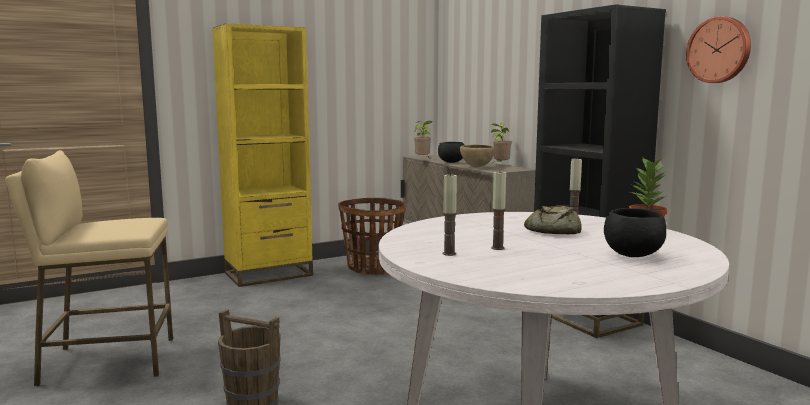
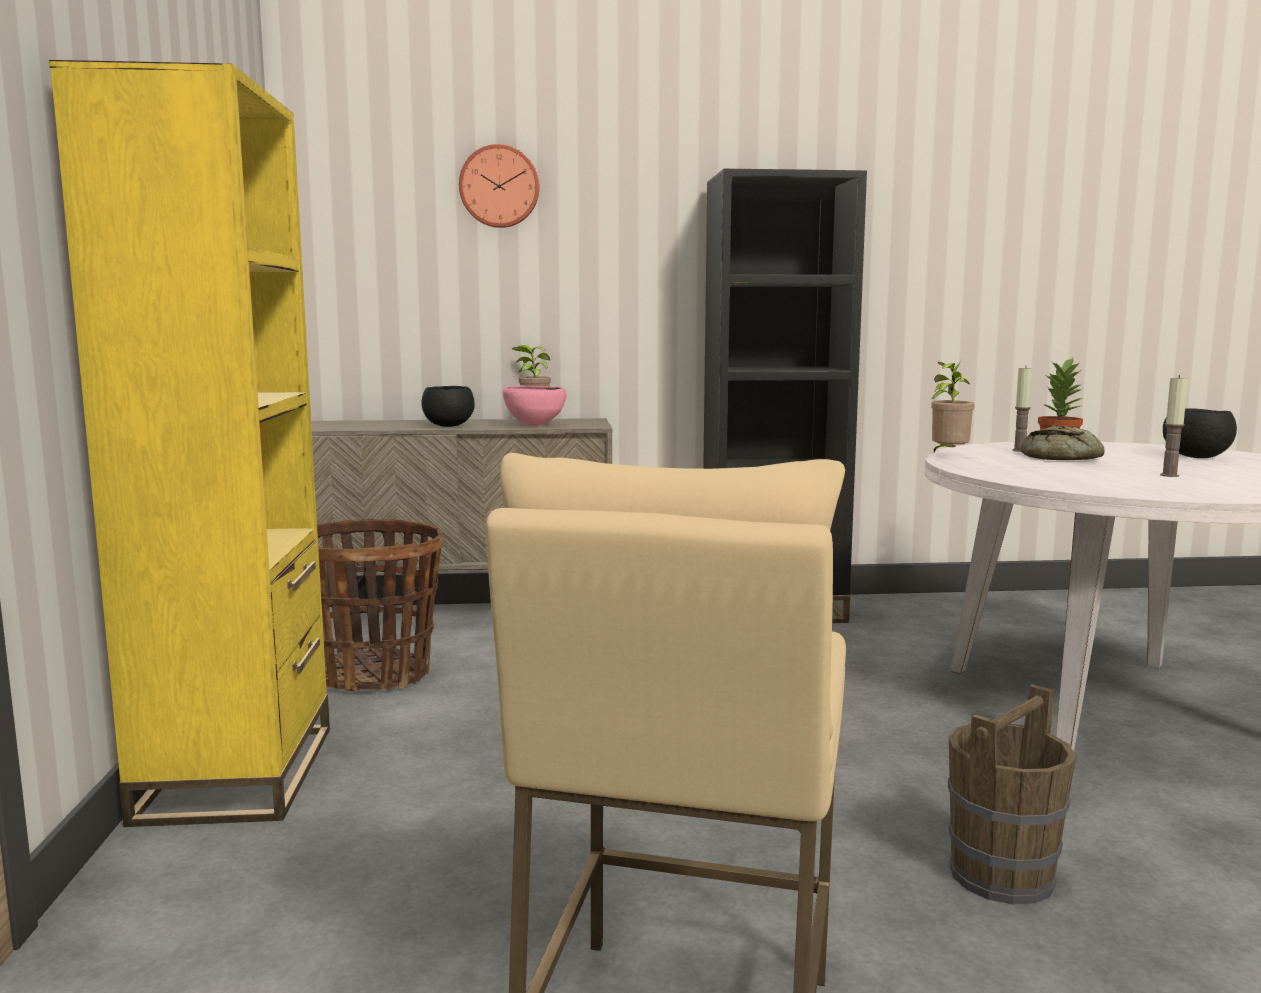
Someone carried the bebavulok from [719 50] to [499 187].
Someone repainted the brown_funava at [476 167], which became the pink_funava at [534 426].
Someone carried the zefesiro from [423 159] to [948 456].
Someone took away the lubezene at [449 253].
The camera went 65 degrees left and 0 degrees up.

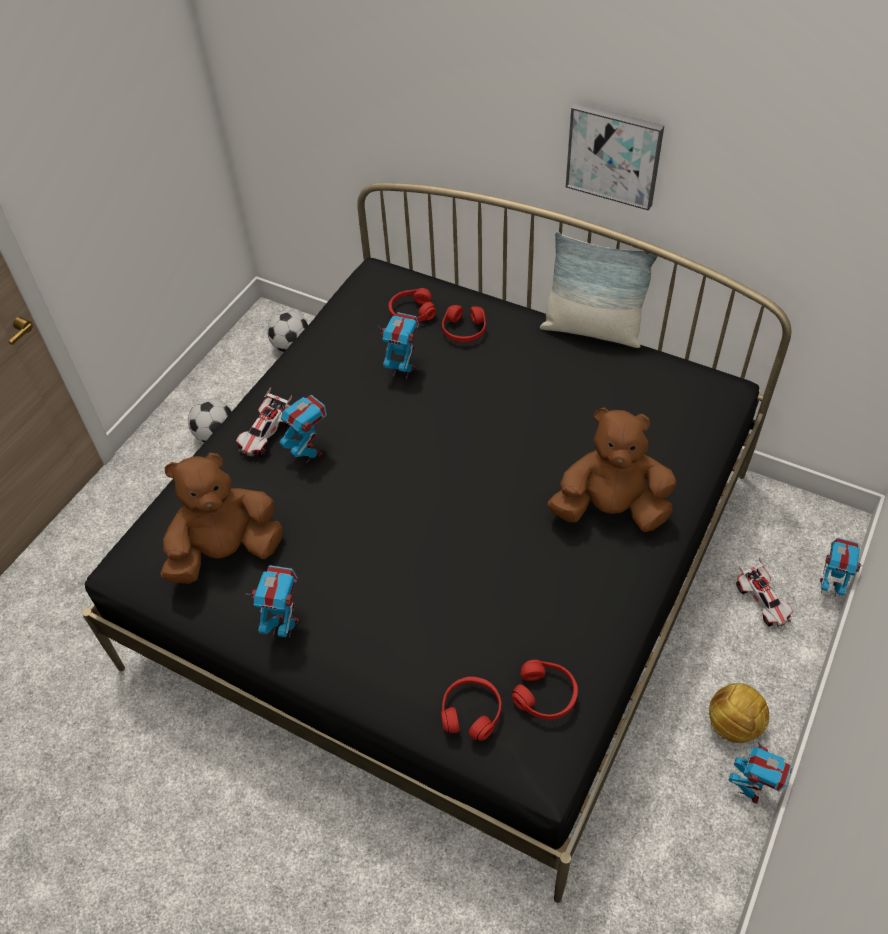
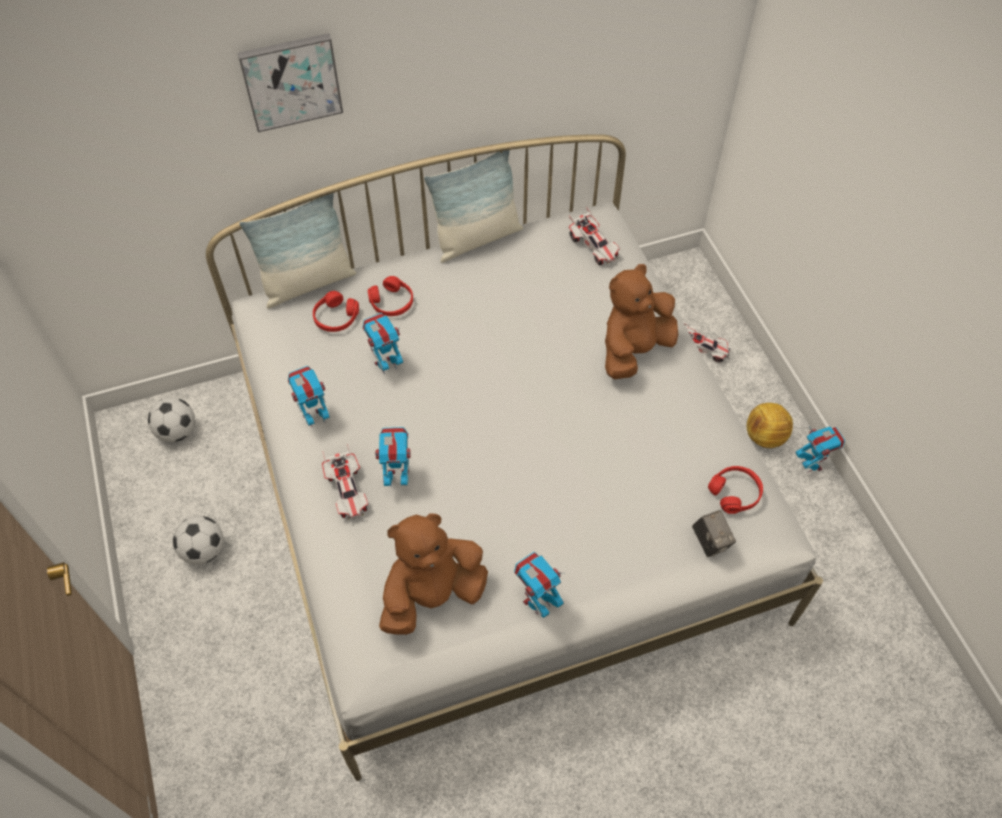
Someone repainted the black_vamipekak at [450 566], which became the white_vamipekak at [501 490].
Someone carried the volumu from [614 155] to [291 81].
Someone put down the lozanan at [308 283].
Someone carried the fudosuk from [829 587] to [315 418].
Someone rotated the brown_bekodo at [226 552] by 45 degrees clockwise.
Someone put down the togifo at [593 247].
Someone swapped the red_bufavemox at [471 712] for the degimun at [710 542].
The camera went 50 degrees left and 5 degrees up.

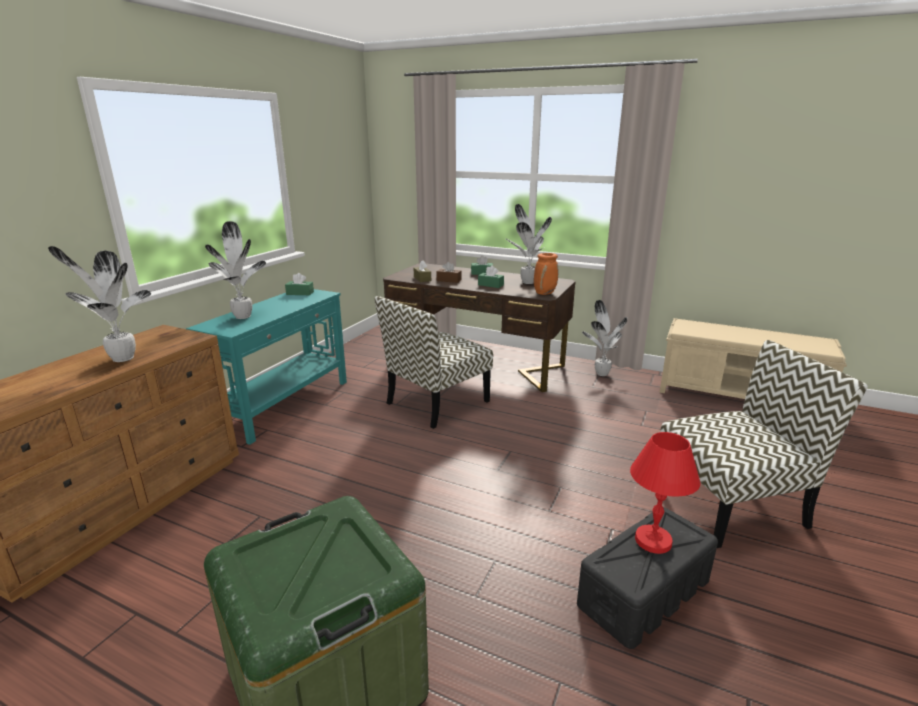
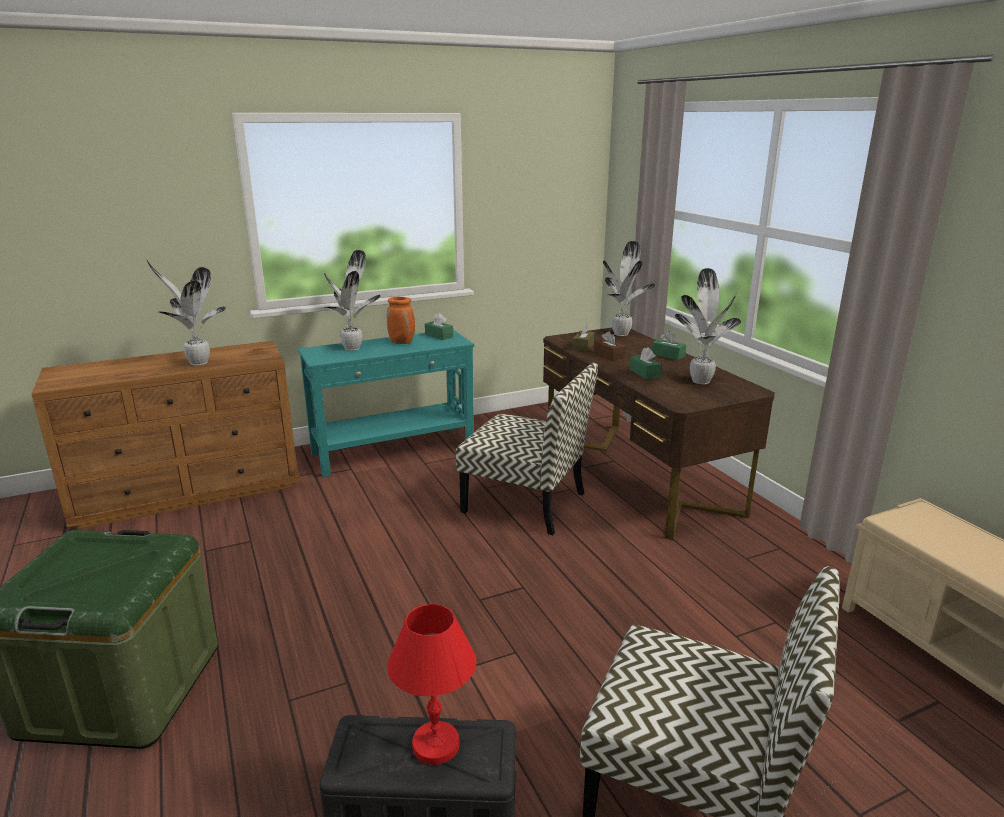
Someone carried the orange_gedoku from [545 293] to [402 342].
Someone rotated the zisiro at [437 403] by 150 degrees counterclockwise.
Someone carried the zefesiro from [601 373] to [621 333].
The camera went 40 degrees right and 0 degrees up.

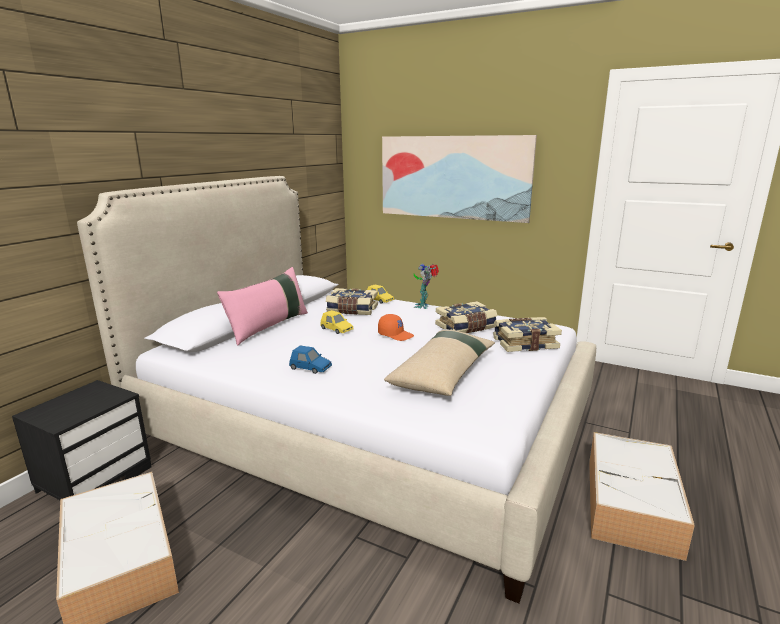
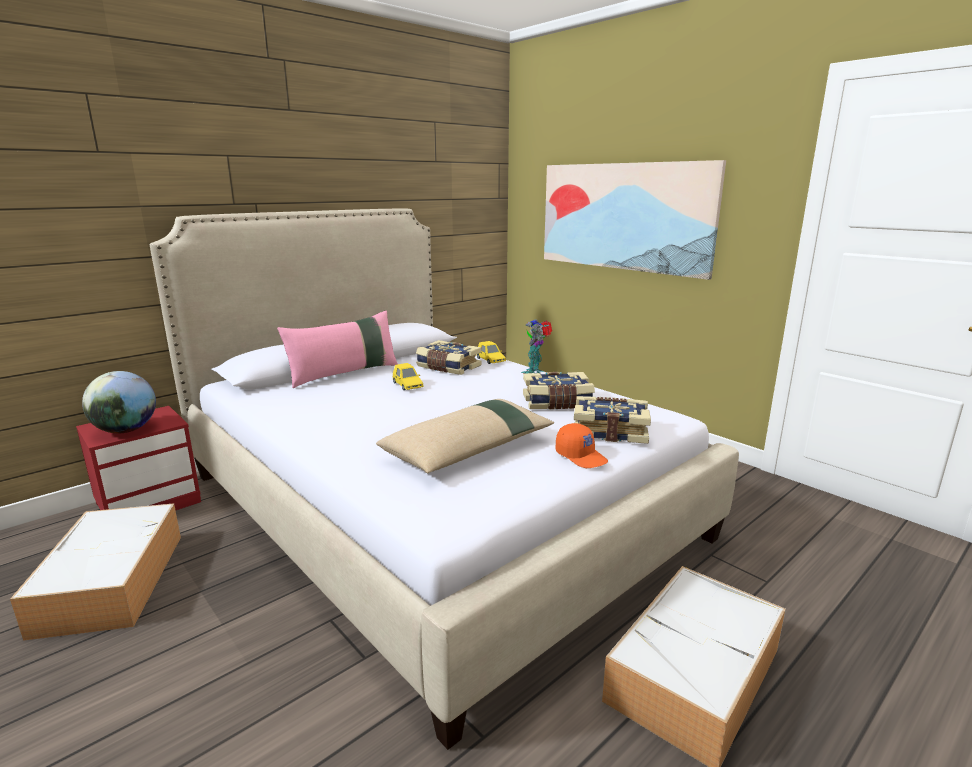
Someone repainted the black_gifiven at [95 478], which became the red_gifiven at [150 502].
Someone put down the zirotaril at [126 430].
Someone carried the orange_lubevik from [395 335] to [581 456].
Someone took away the blue_togifo at [310 368].
The camera went 20 degrees right and 0 degrees up.

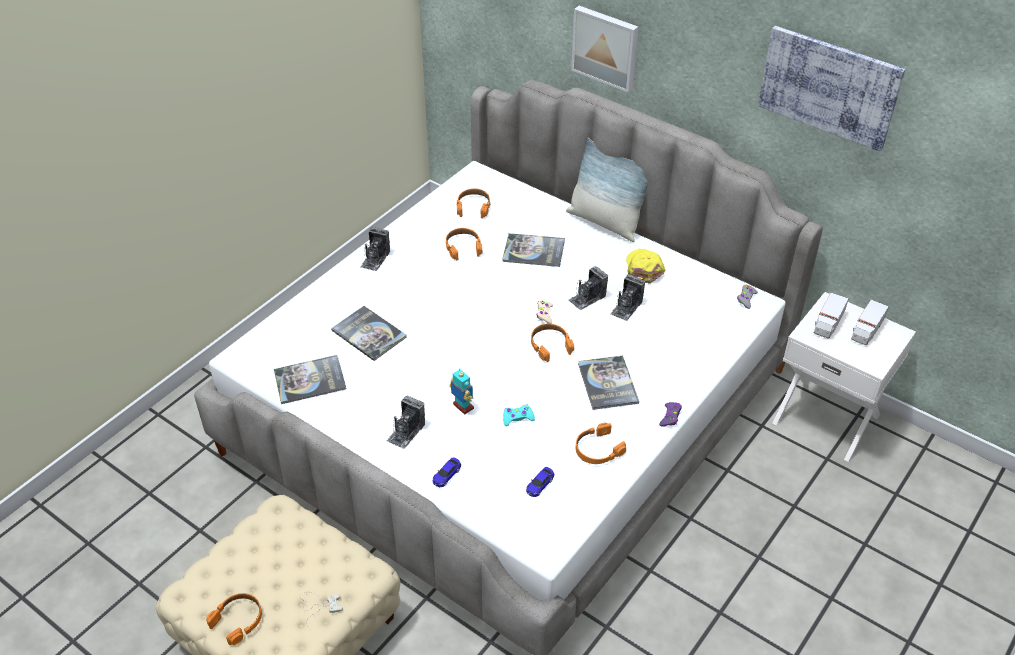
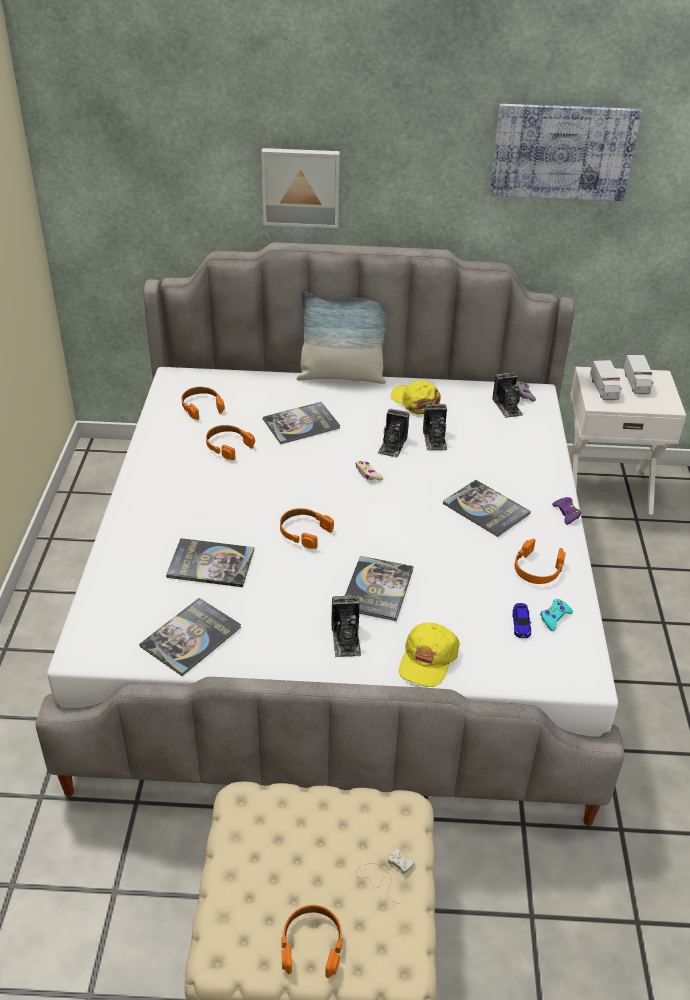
Someone carried the orange_bufavemox from [550 345] to [304 532].
Someone swapped the fudosuk at [463 407] for the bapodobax at [377 589].
Someone swapped the togifo at [446 475] for the yellow_lubevik at [427 659].
Someone carried the degimun from [375 259] to [507 407].
Someone carried the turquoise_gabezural from [517 418] to [554 618].
The camera went 35 degrees left and 5 degrees down.

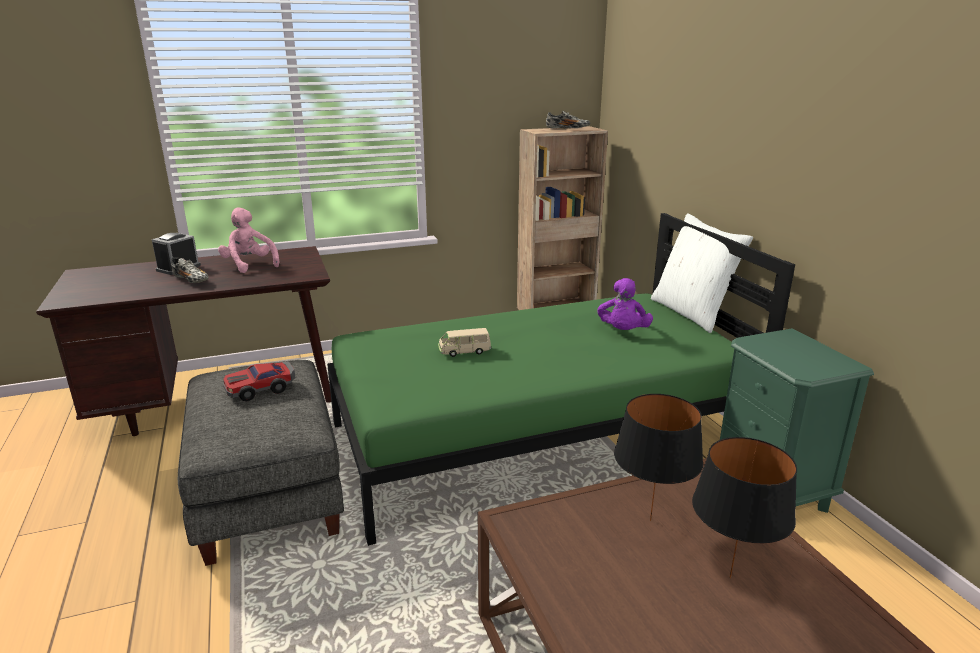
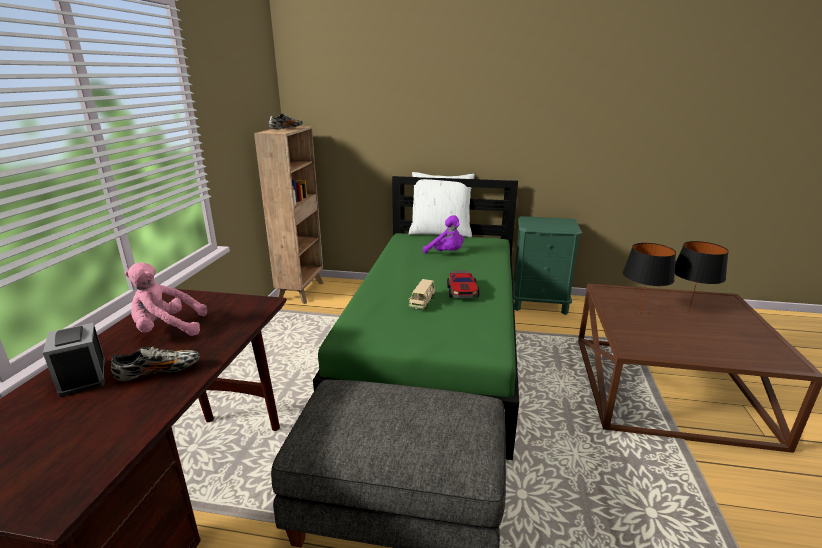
Someone carried the togifo from [260 389] to [462 291].
The camera went 60 degrees left and 0 degrees up.

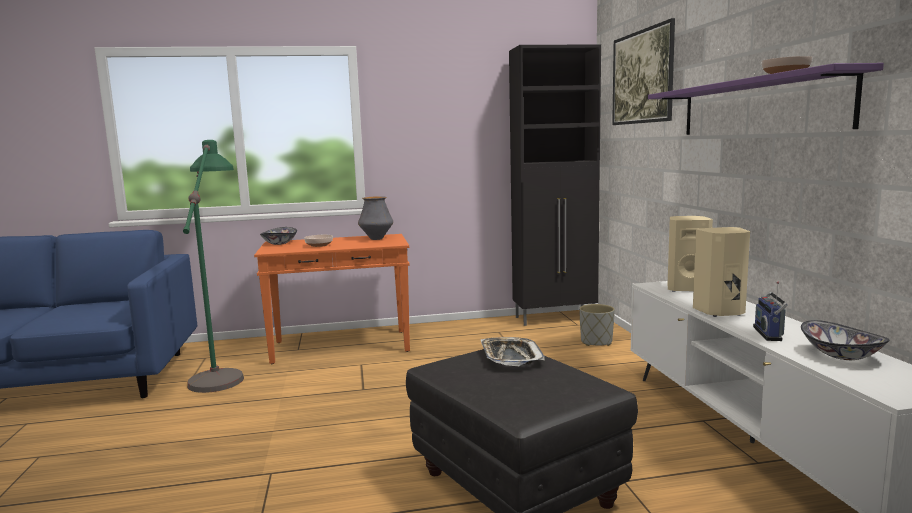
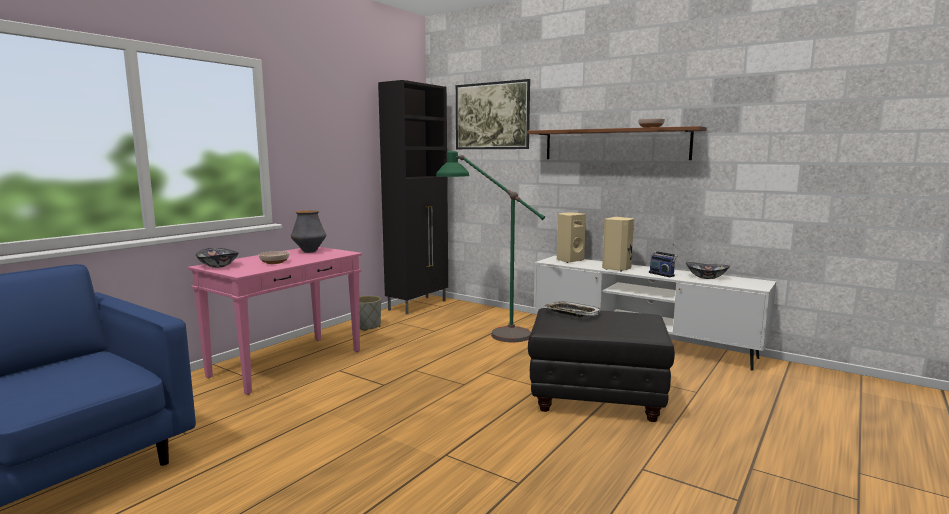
Someone repainted the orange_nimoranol at [342 346], which became the pink_nimoranol at [288 363].
Someone carried the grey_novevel from [596 342] to [368 326].
Someone carried the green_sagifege from [222 368] to [487 330].
Someone repainted the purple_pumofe at [757 107], which became the brown_pumofe at [614 144].
The camera went 45 degrees left and 0 degrees up.

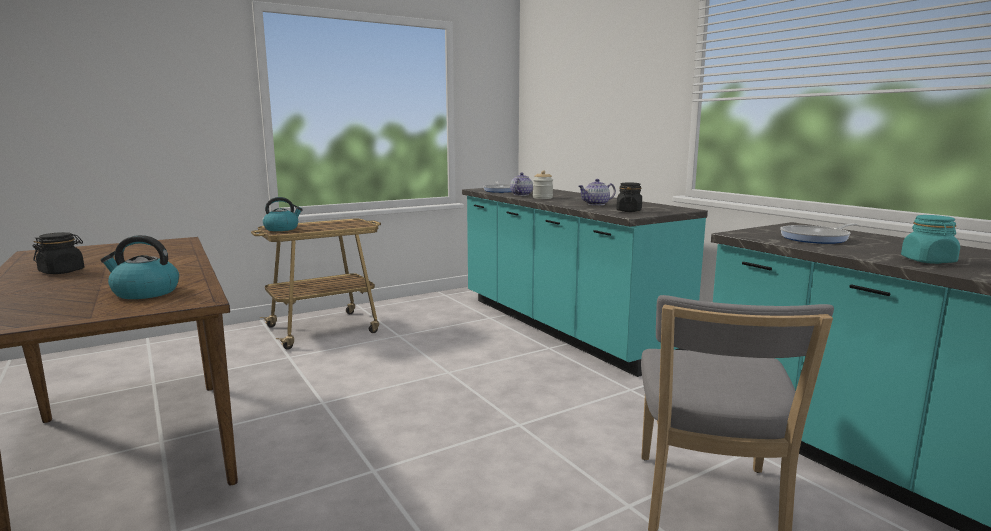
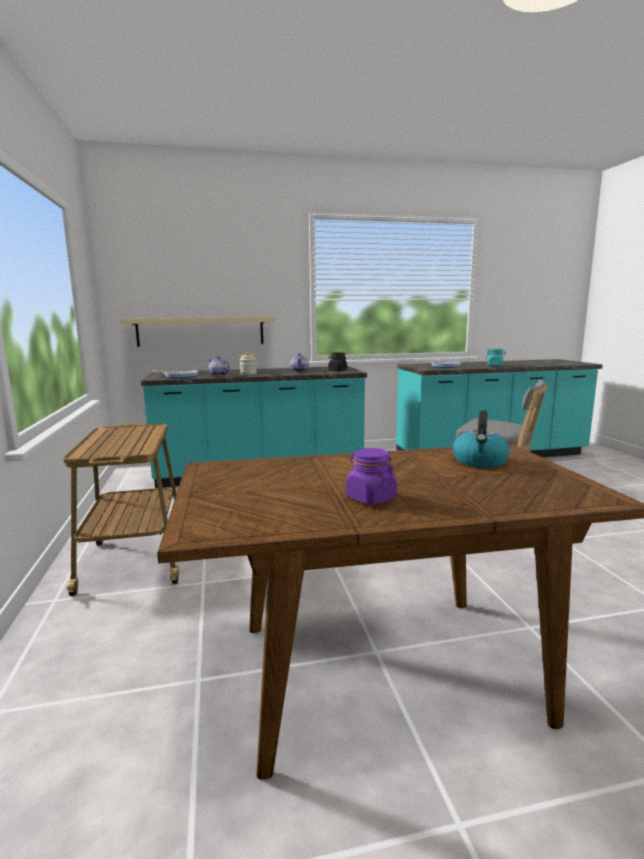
Someone put up the beige_pumofe at [201 331].
Someone repainted the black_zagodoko at [62 271], which became the purple_zagodoko at [370 498].
Someone took away the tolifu at [282 229].
The camera went 70 degrees left and 0 degrees up.

